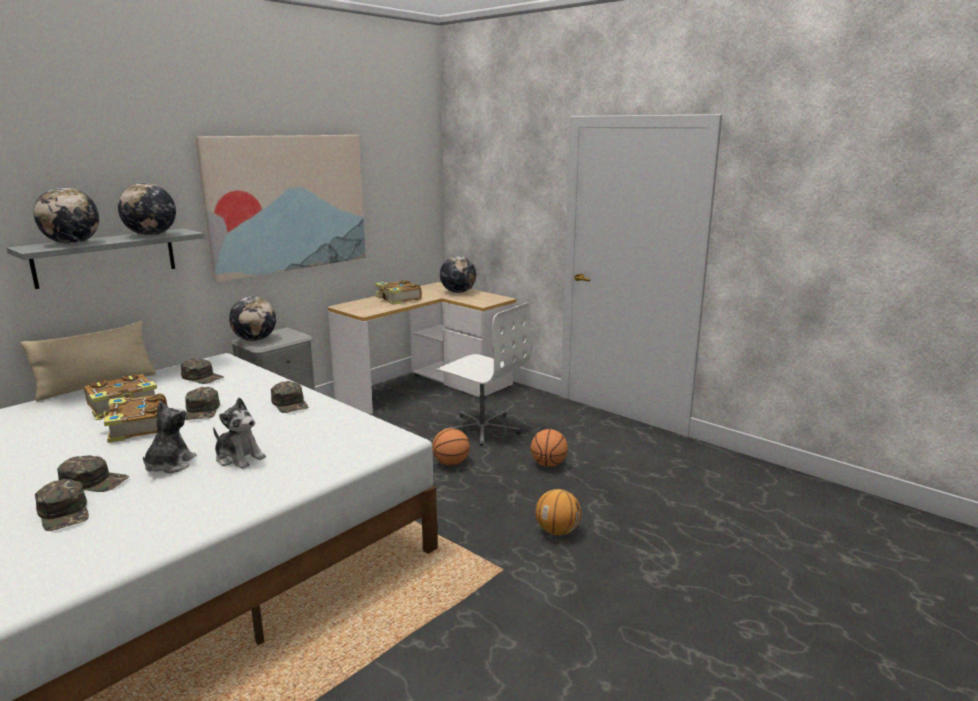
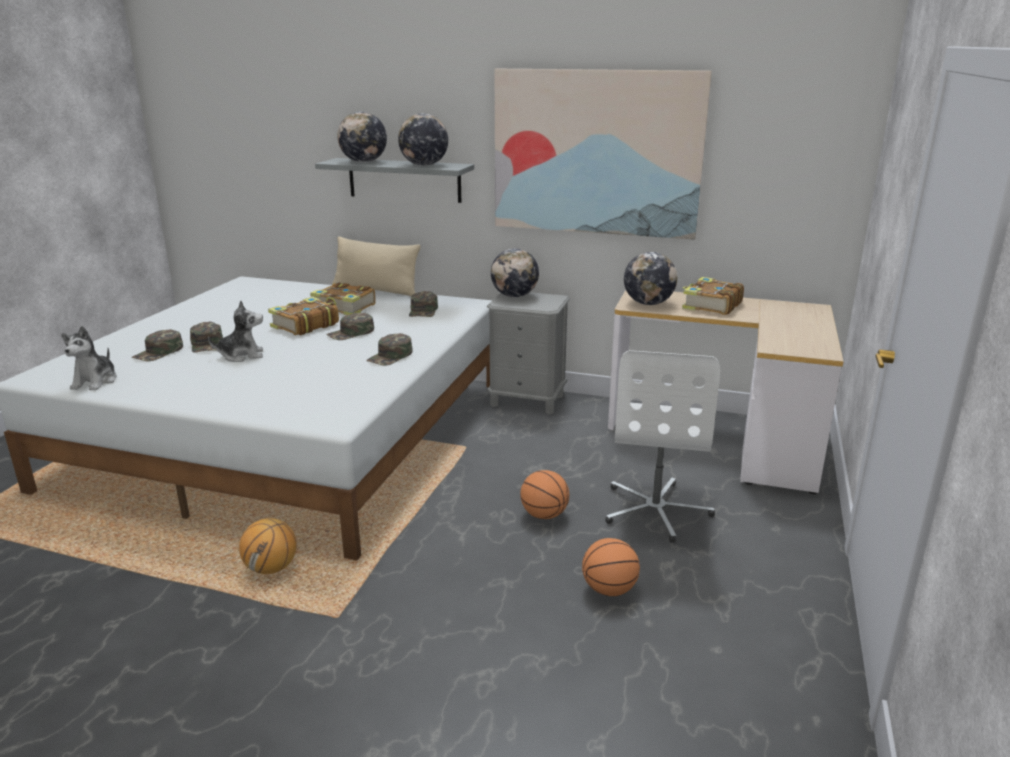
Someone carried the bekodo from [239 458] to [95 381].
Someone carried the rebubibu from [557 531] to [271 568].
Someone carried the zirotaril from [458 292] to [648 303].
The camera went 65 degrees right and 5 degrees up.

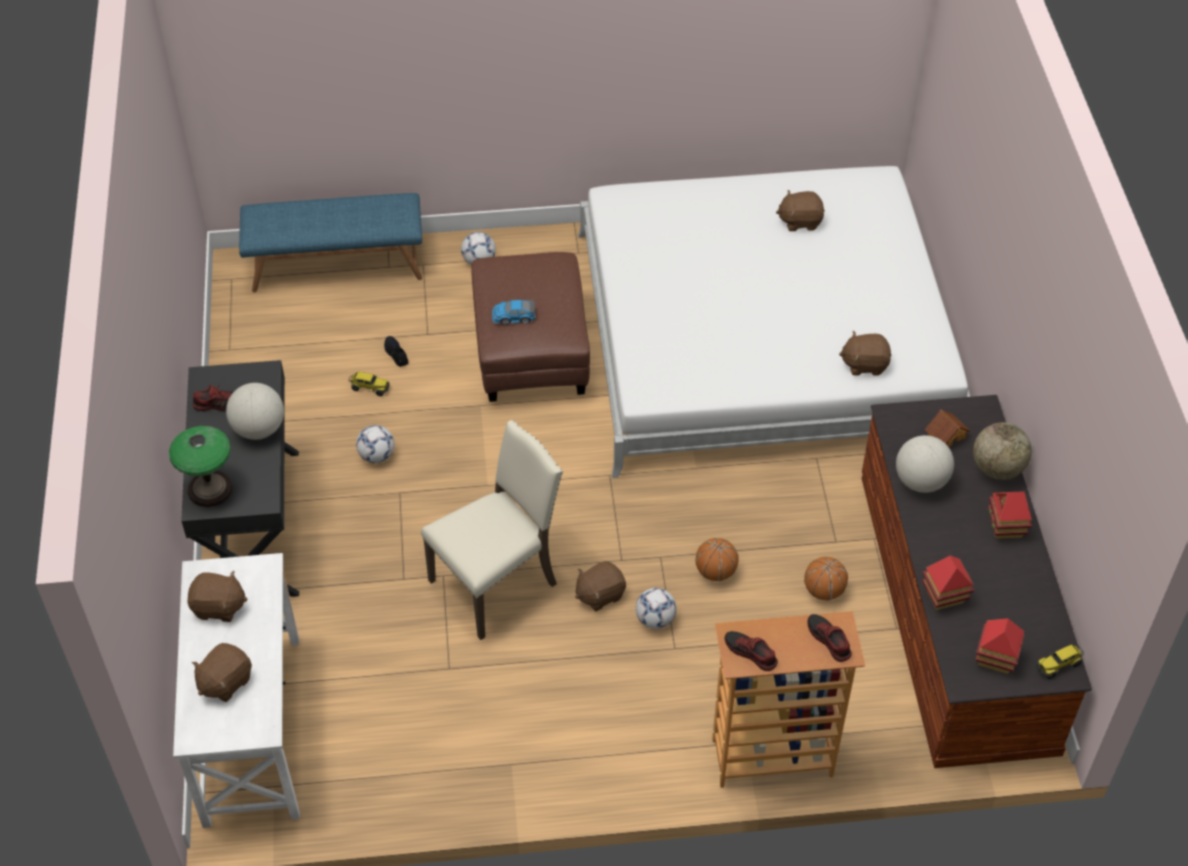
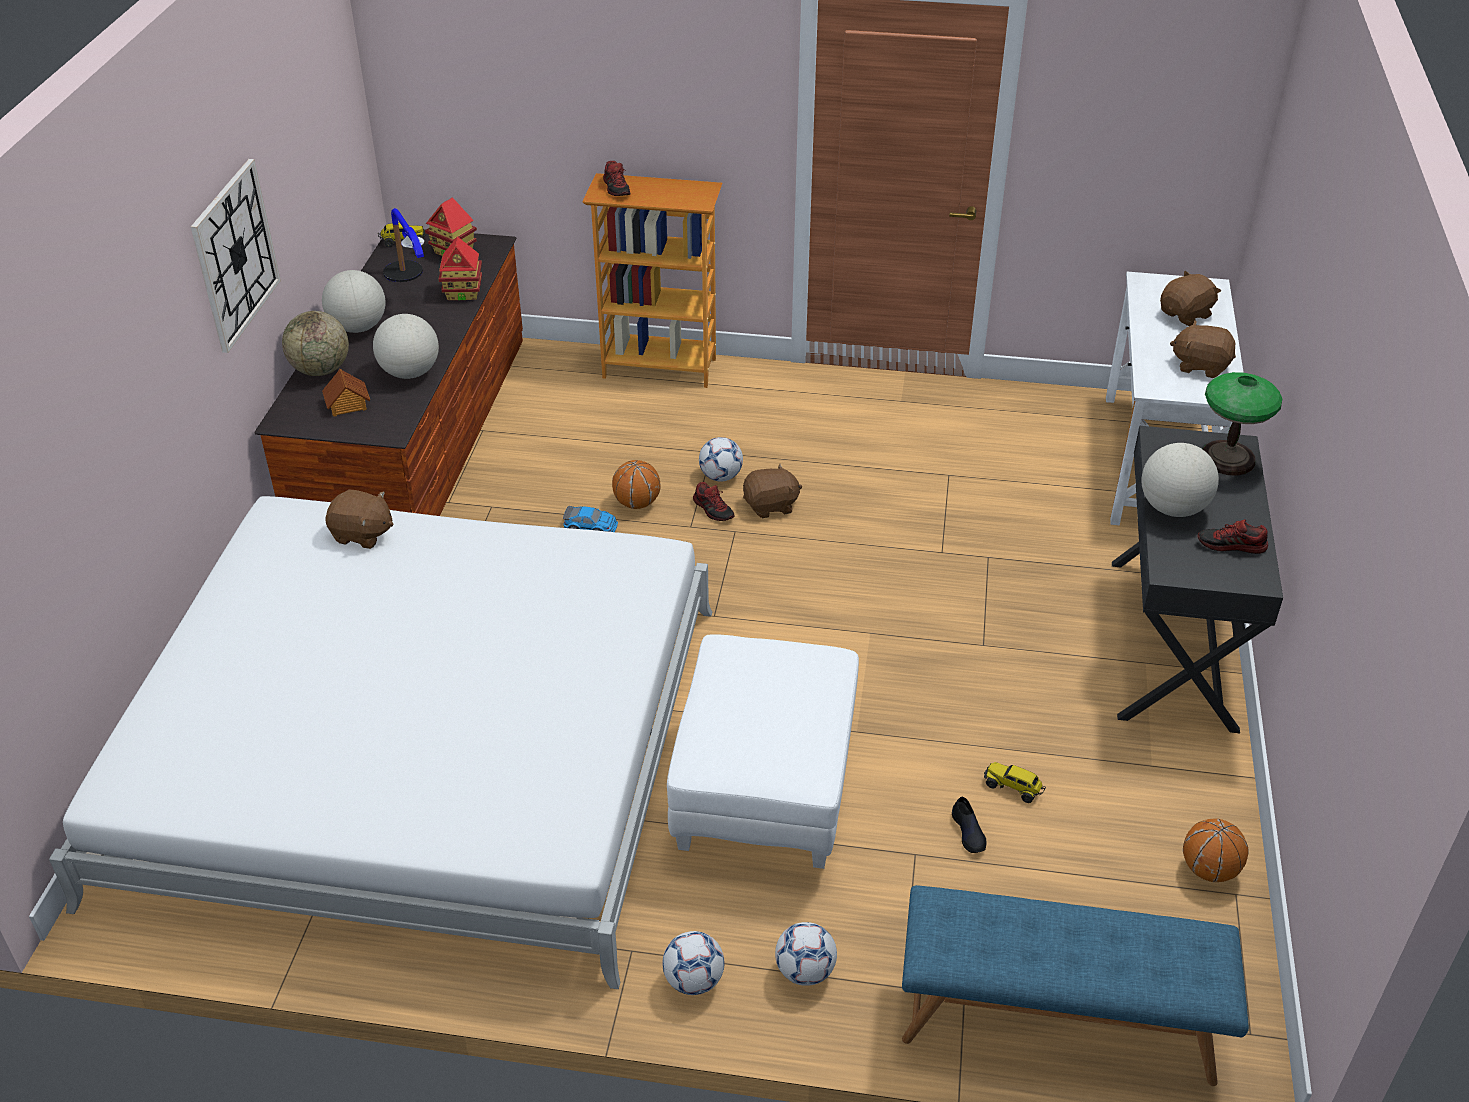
Someone put up the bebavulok at [235 255].
Someone swapped the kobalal at [1006 527] for the zirotaril at [358 327].
Someone put down the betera at [409 282].
Someone carried the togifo from [513 316] to [591 527].
Someone carried the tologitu from [377 455] to [694 980].
Someone repainted the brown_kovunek at [532 354], which became the white_kovunek at [764 789].
Someone carried the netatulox from [750 653] to [714 509].
Someone carried the rebubibu from [824 591] to [1209 870].
Someone took away the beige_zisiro at [497 583].
Someone took away the brown_bekodo at [800 221].
The camera went 165 degrees left and 10 degrees down.

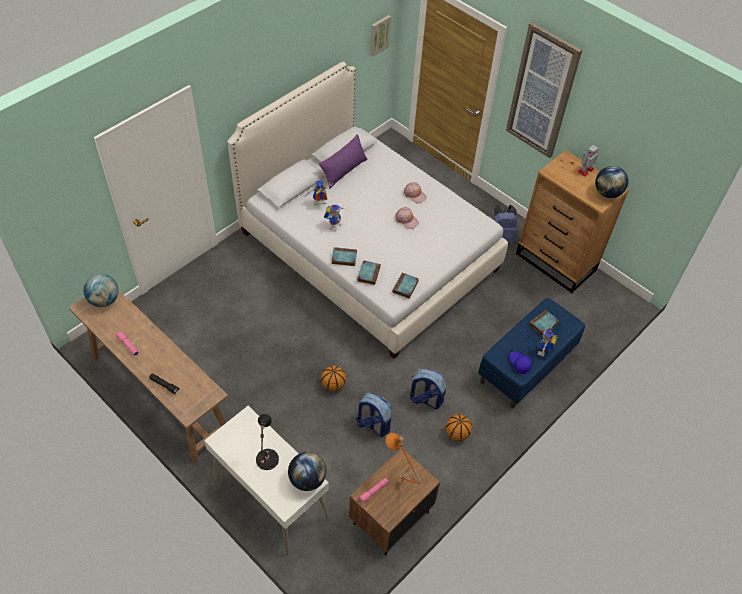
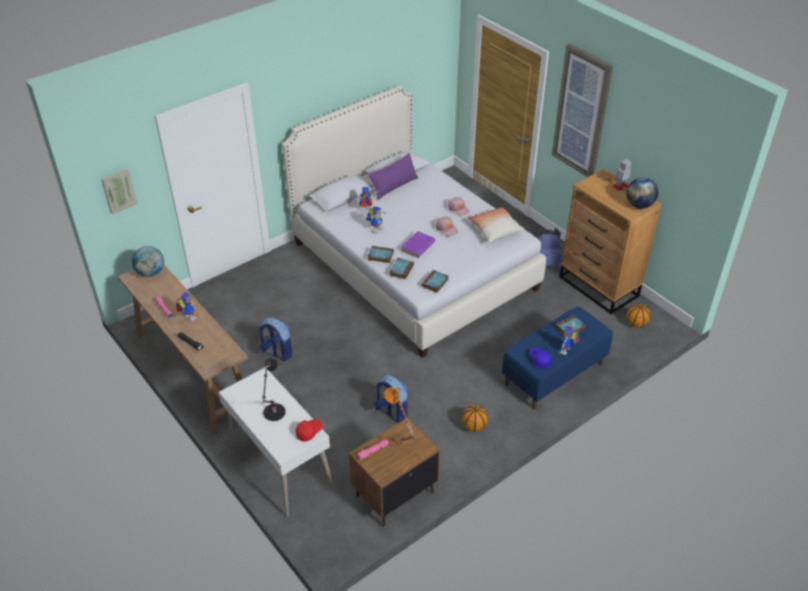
Someone carried the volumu from [379 35] to [118 191].
Someone put down the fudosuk at [187 318].
Someone carried the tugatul from [425 399] to [277 353].
Someone swapped the zirotaril at [307 479] for the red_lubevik at [309 432].
Someone put down the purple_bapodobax at [418 246].
Someone put down the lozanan at [495 230].
Someone carried the rebubibu from [333 385] to [636 324].
The camera went 10 degrees right and 10 degrees down.

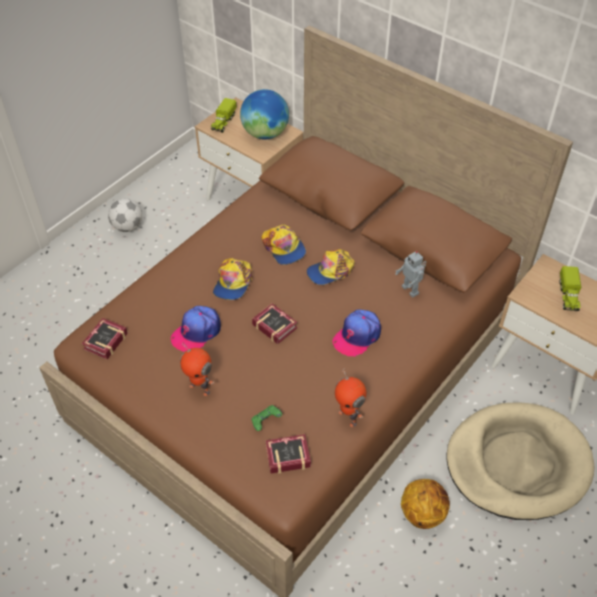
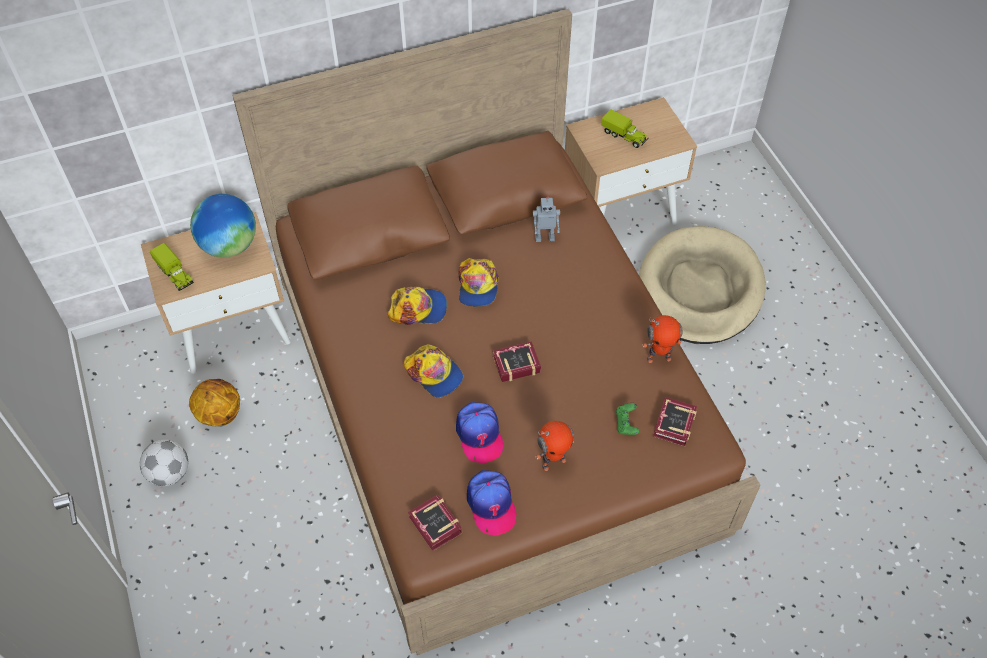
Someone carried the rebubibu from [422 513] to [219 414].
Someone carried the lubevik from [357 336] to [491 504].
The camera went 60 degrees left and 5 degrees up.

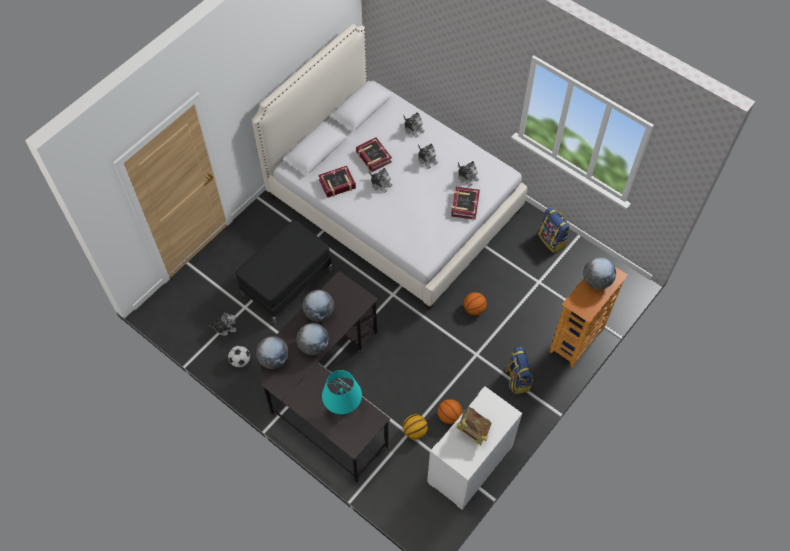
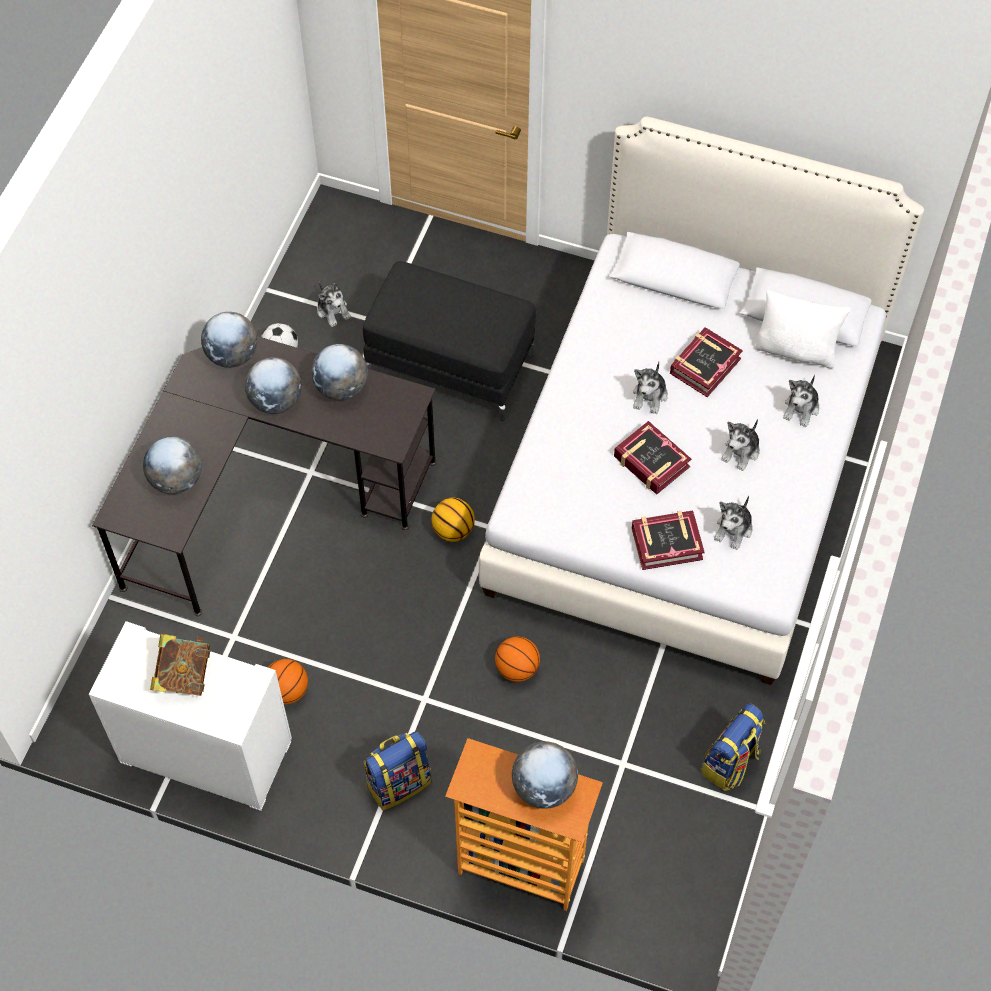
Someone swapped the turquoise_betera at [343 408] for the zirotaril at [176 480].
Someone carried the rebubibu from [415 431] to [453 530].
Someone carried the bapodobax from [337 184] to [651 462].
Someone put down the white_lozanan at [796 350].
The camera went 70 degrees right and 0 degrees up.

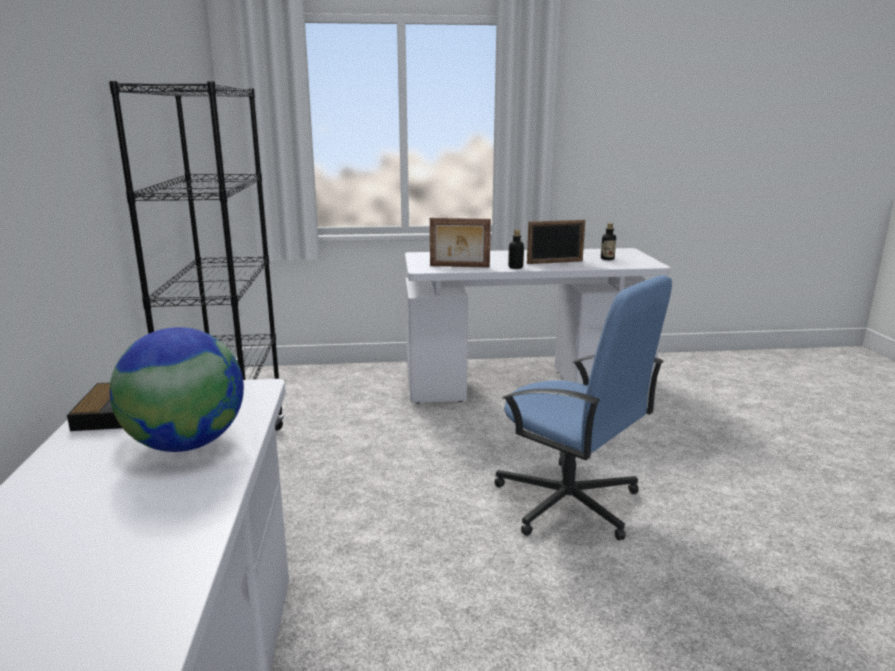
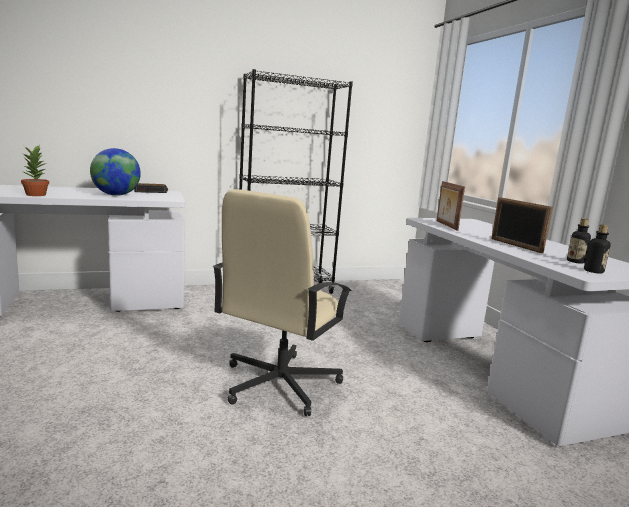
Someone put down the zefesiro at [36 195].
Someone repainted the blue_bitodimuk at [569 503], which became the beige_bitodimuk at [279 384].
Someone carried the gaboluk from [515 267] to [593 271].
The camera went 75 degrees right and 5 degrees down.

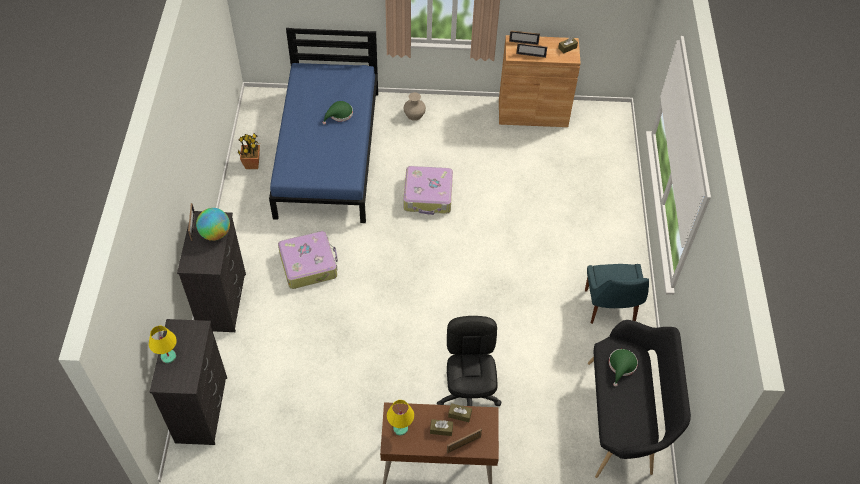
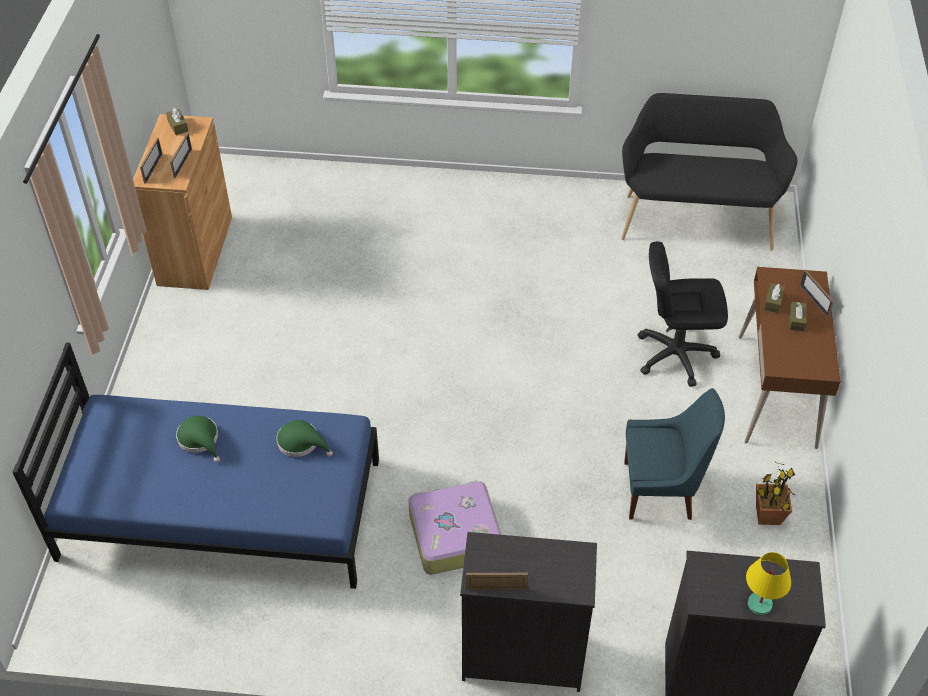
Someone carried the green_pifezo from [621 366] to [301 443].
Someone carried the blue_zisiro from [610 308] to [661 491].
Someone carried the zefesiro from [252 164] to [768 516].
Someone took away the zirotaril at [215 233].
Someone took away the yellow_betera at [400 428].
Someone took away the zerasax at [428 196].
Someone took away the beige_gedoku at [414 115].
The camera went 85 degrees left and 5 degrees down.

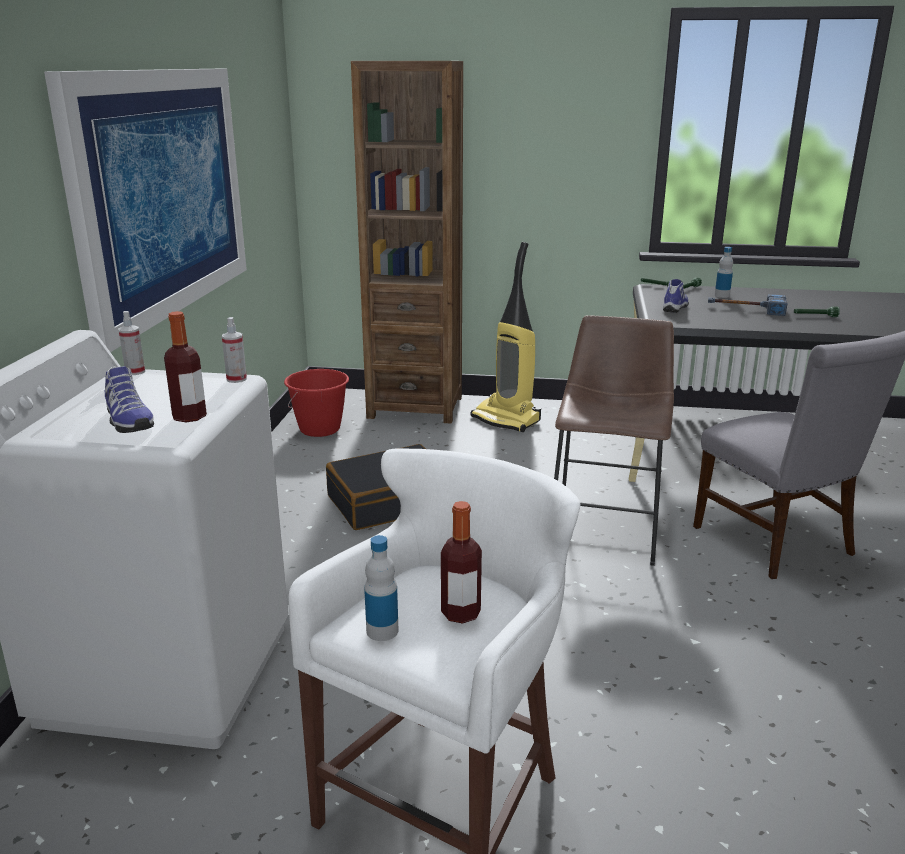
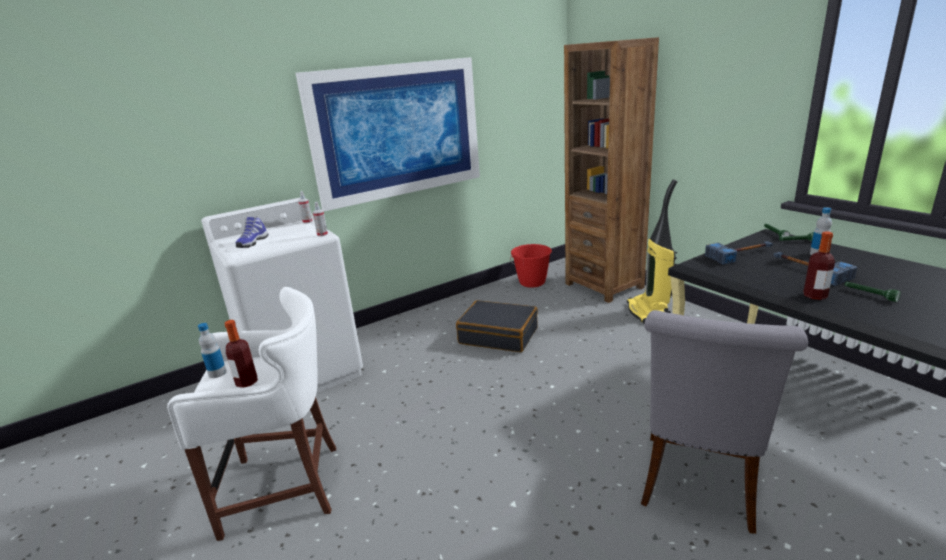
Someone swapped the netatulox at [676 308] for the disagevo at [741 254].
Someone carried the gaboluk from [189 417] to [815 296].
Someone took away the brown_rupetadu at [606 527].
The camera went 50 degrees right and 0 degrees up.

